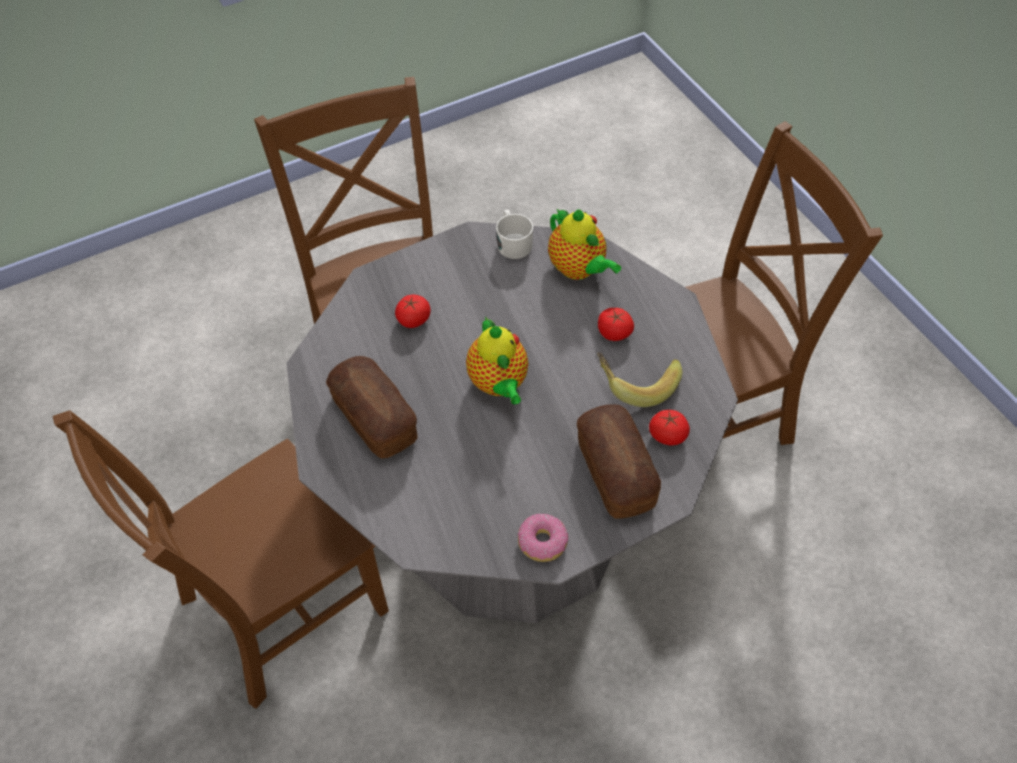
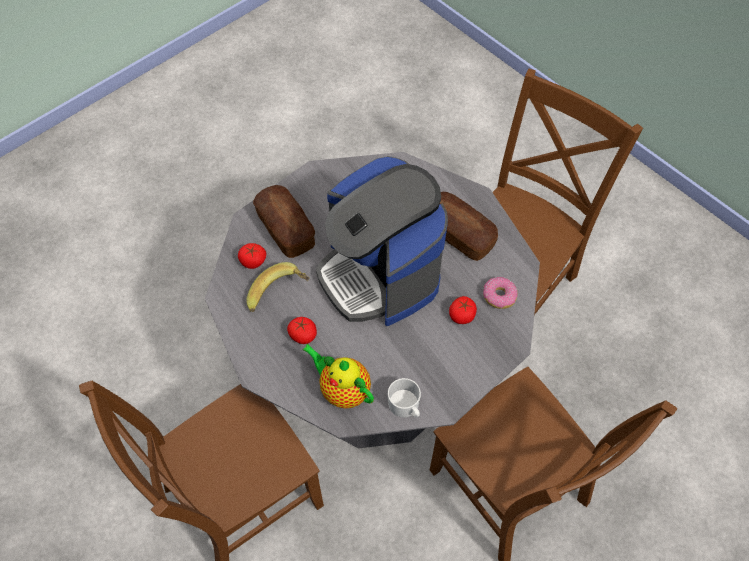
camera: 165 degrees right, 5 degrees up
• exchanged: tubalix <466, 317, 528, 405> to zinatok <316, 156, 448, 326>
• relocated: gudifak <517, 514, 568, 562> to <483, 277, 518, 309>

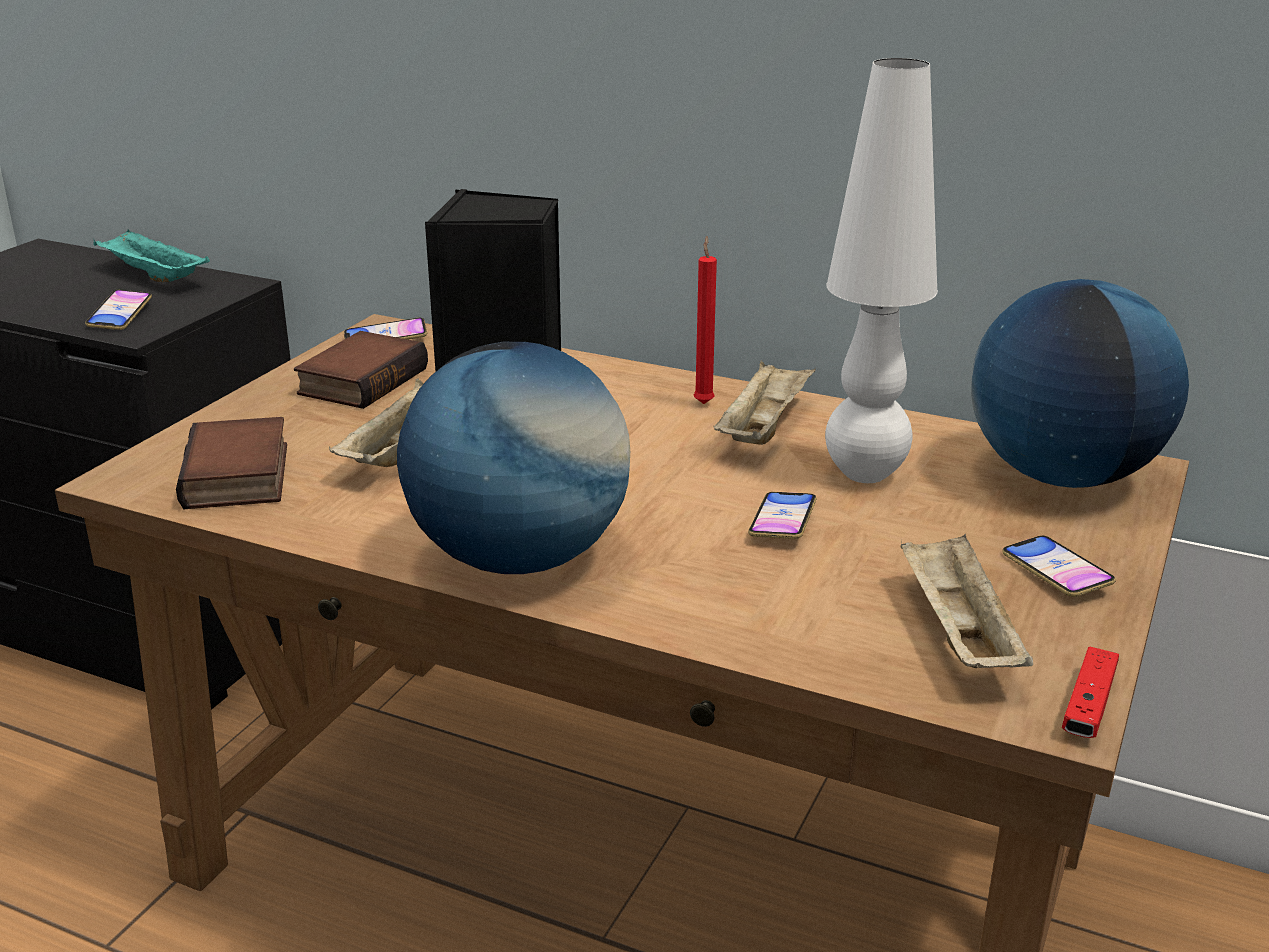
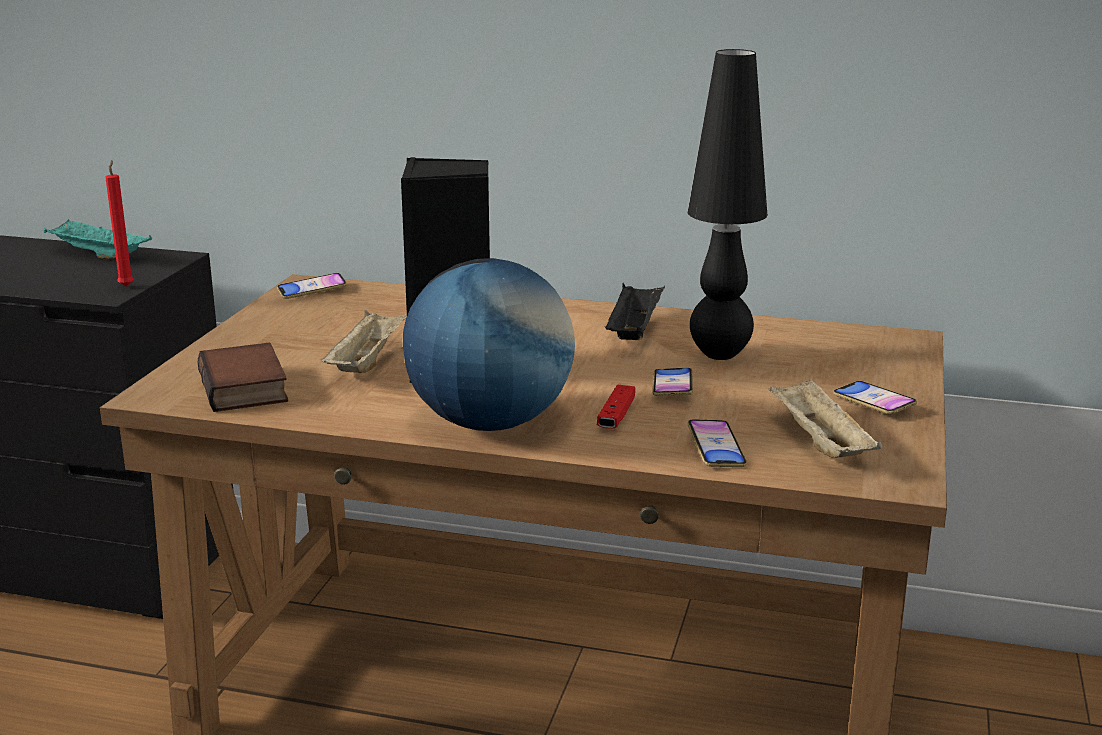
camera: 10 degrees left, 5 degrees down
• colour: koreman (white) <825, 58, 938, 483> to koreman (black) <688, 49, 768, 360>
• relocated: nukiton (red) <693, 236, 717, 404> to <105, 160, 134, 287>
• missing: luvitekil <971, 279, 1189, 488>
• relocated: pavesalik <85, 290, 152, 330> to <687, 419, 747, 467>
• missing: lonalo <294, 331, 428, 409>
• colour: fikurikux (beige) <713, 360, 816, 445> to fikurikux (black) <605, 283, 665, 340>
• relocated: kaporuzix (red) <1062, 647, 1119, 738> to <597, 385, 635, 429>

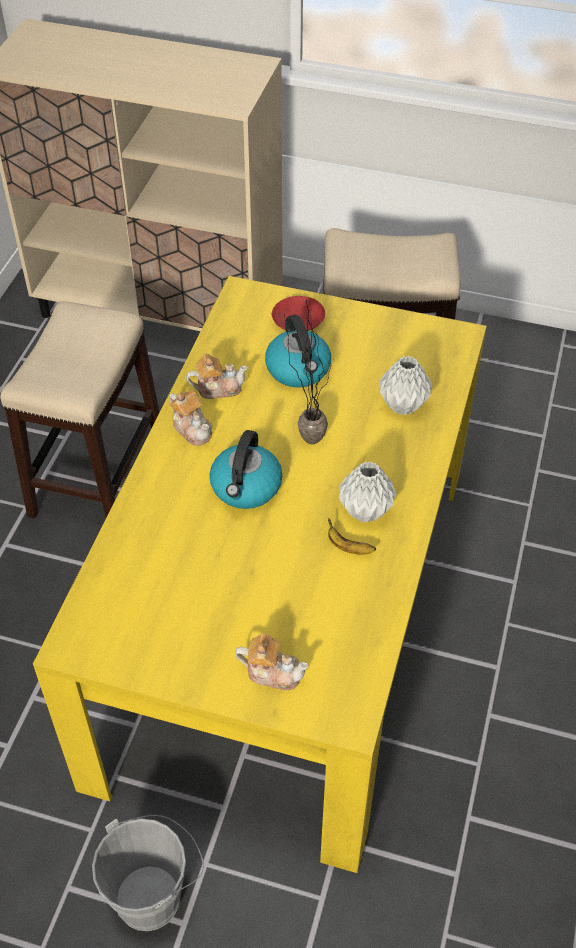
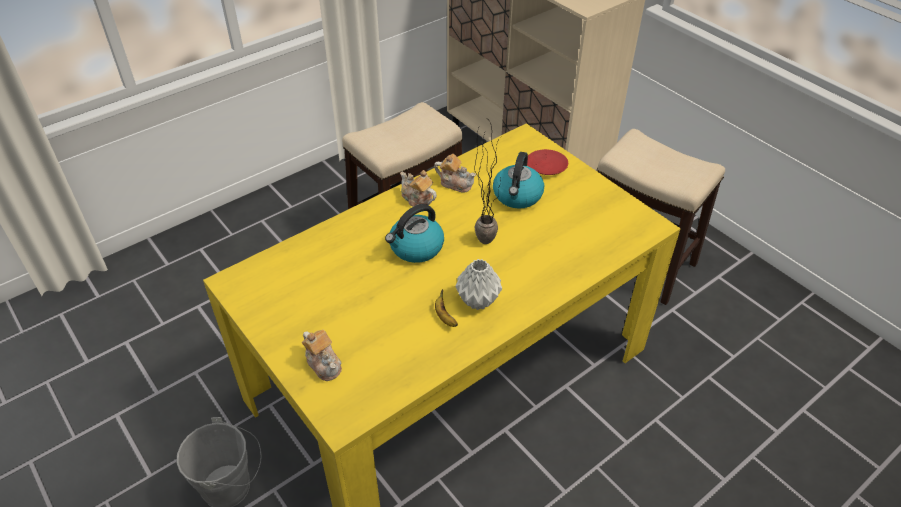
camera: 35 degrees right, 5 degrees down
• missing: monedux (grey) <379, 356, 432, 416>
• spun: tubalix <169, 390, 212, 446> = <400, 170, 437, 207> 135 degrees clockwise

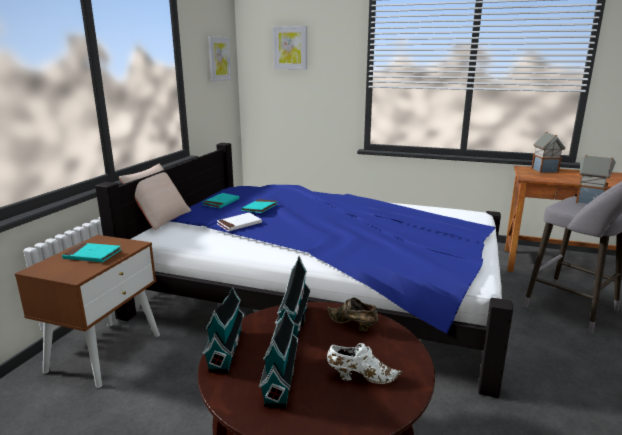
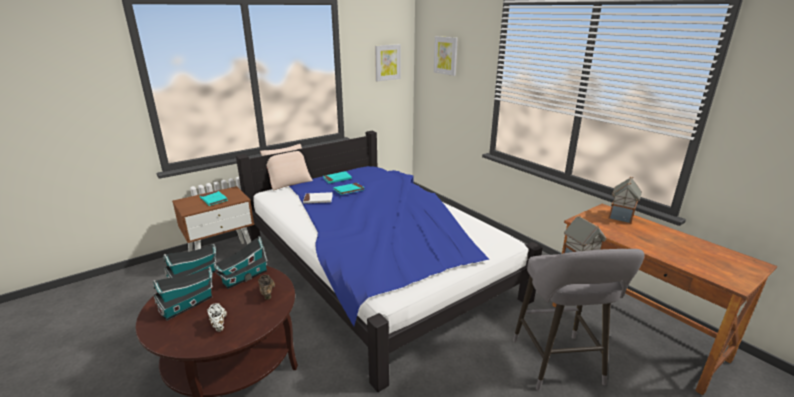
camera: 35 degrees right, 5 degrees up
• spun: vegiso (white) <327, 343, 403, 384> = <207, 303, 227, 332> 150 degrees counterclockwise

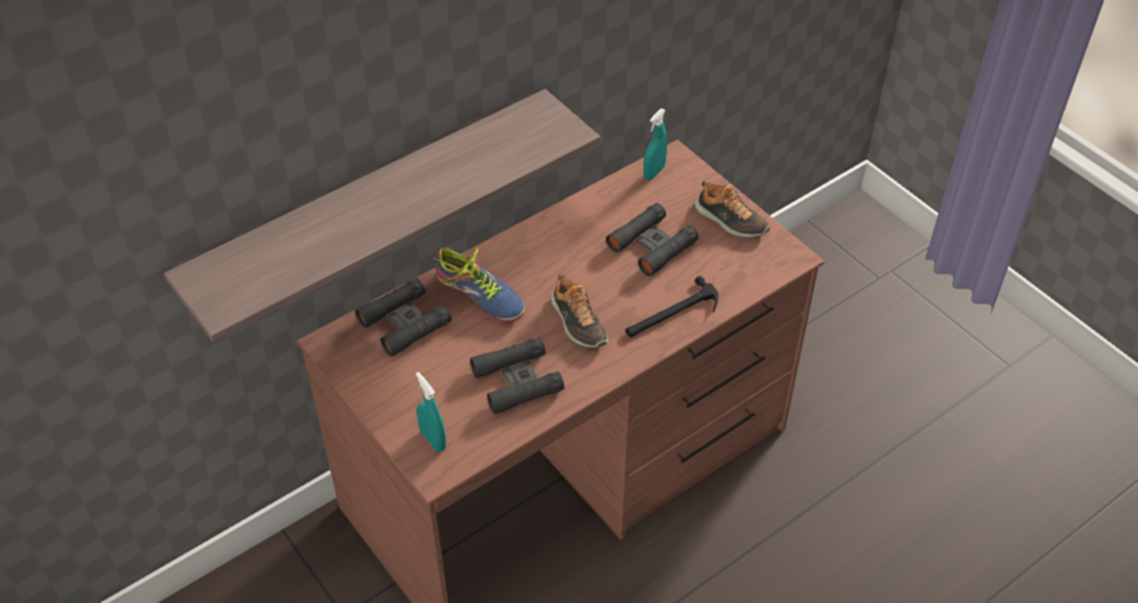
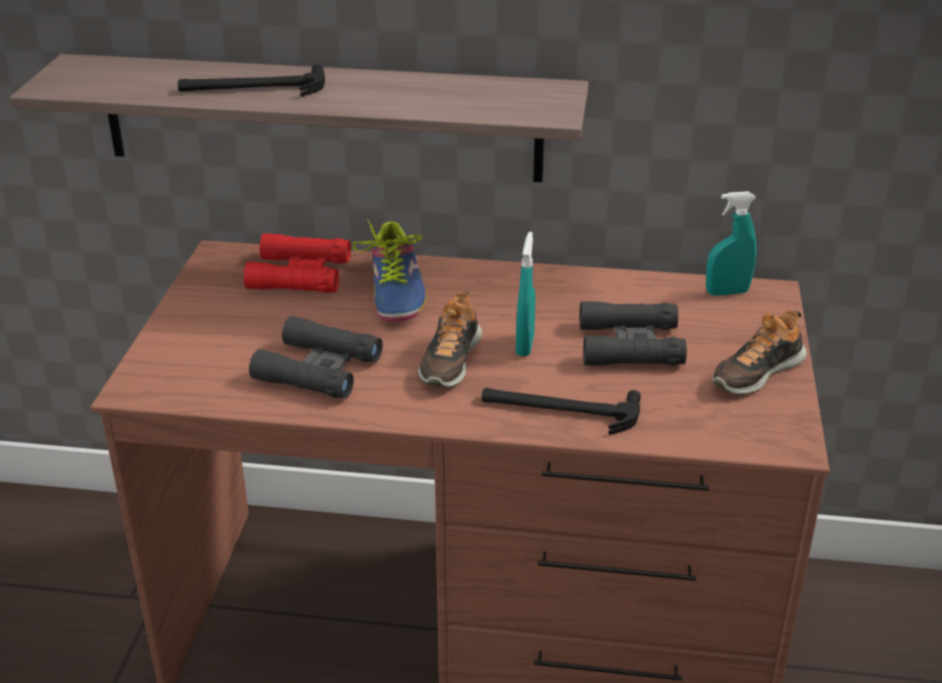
camera: 45 degrees right, 15 degrees down
• spun: vegiso <695, 181, 771, 237> = <712, 310, 807, 394> 60 degrees clockwise
• colour: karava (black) <355, 278, 452, 357> to karava (red) <244, 233, 351, 293>
• relocated: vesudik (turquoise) <416, 372, 446, 452> to <516, 232, 535, 356>
• appeared: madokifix <178, 64, 325, 97>

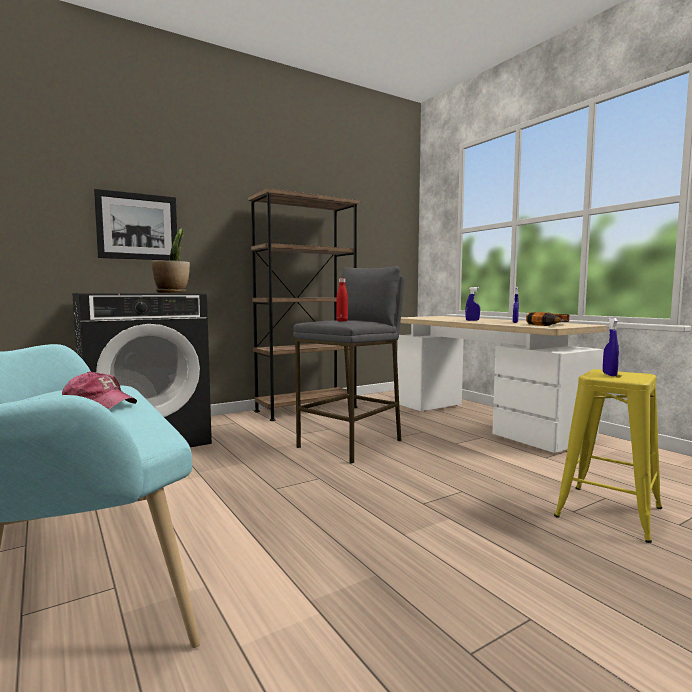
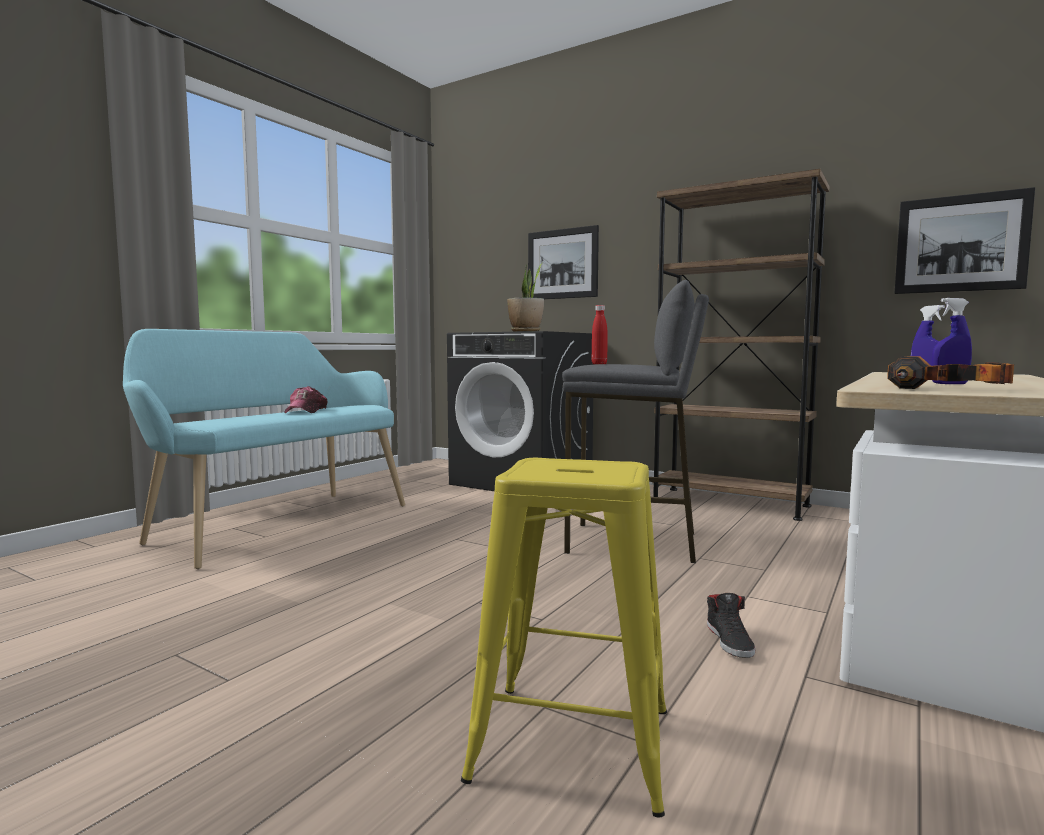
camera: 65 degrees right, 0 degrees up
• missing: vesudik (blue) <603, 317, 619, 376>
• appeared: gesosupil <895, 187, 1035, 294>
• appeared: vegiso (black) <707, 593, 755, 658>

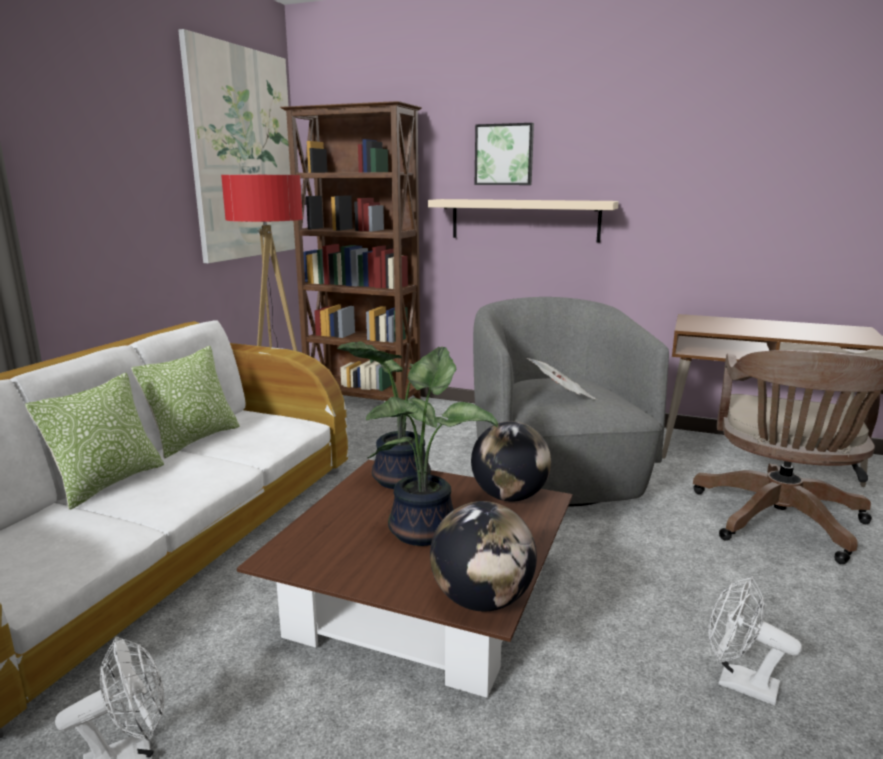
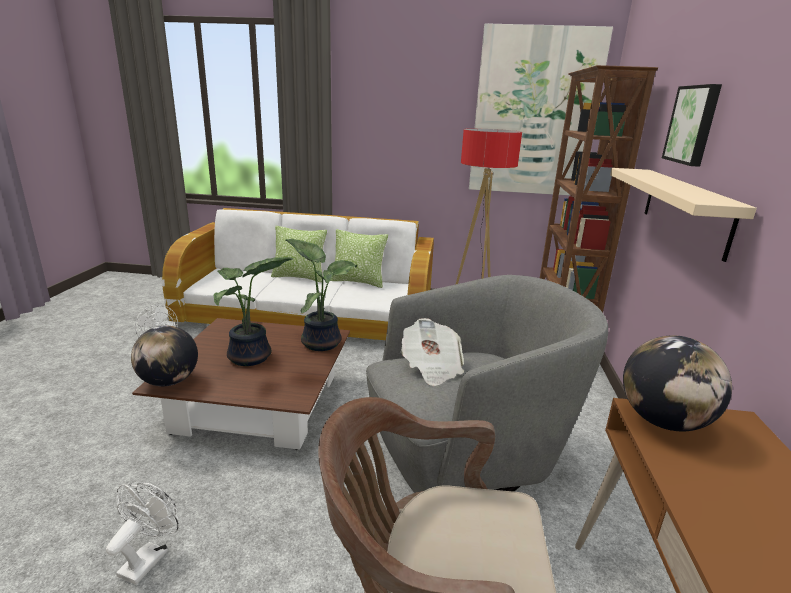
camera: 75 degrees right, 5 degrees up
• relocated: luvitekil <471, 421, 551, 502> to <623, 335, 732, 431>

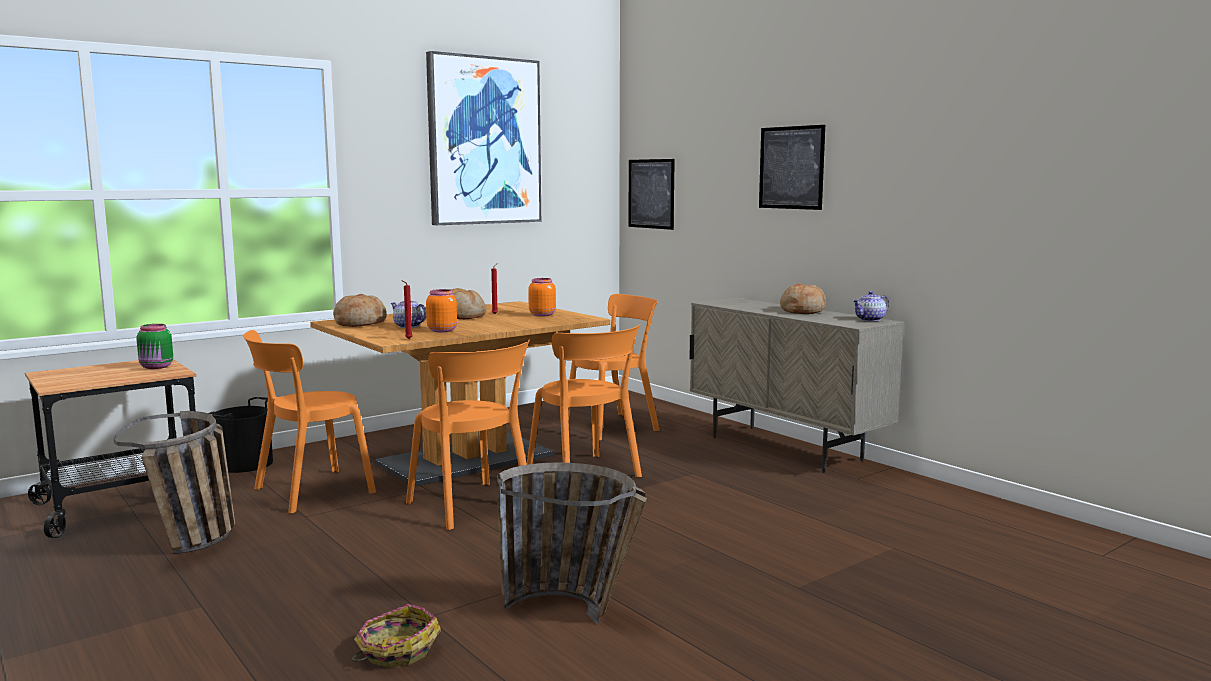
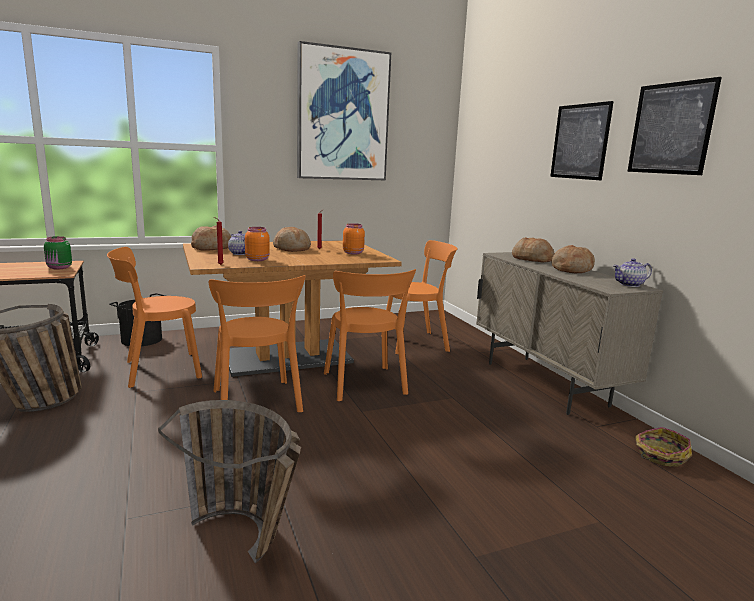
camera: 15 degrees right, 5 degrees up
• relocated: gesosupil <628, 159, 675, 230> to <627, 77, 722, 175>
• relocated: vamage <352, 604, 441, 667> to <635, 427, 692, 467>
• appeared: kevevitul <512, 237, 555, 262>

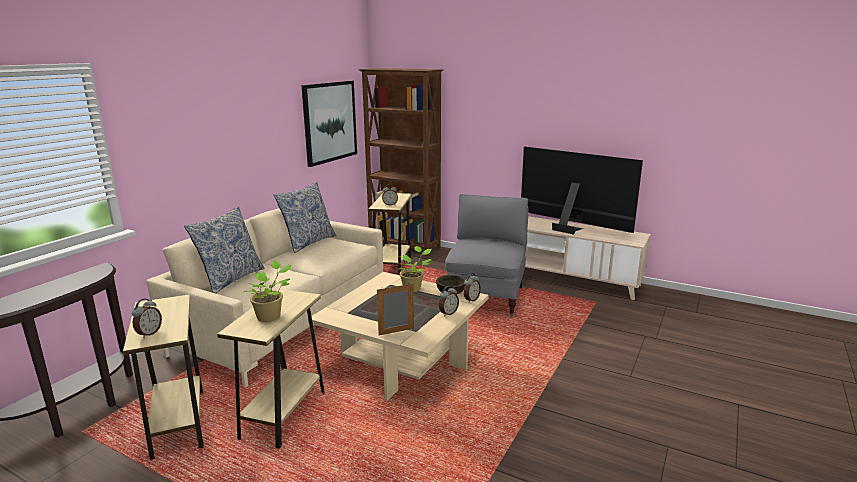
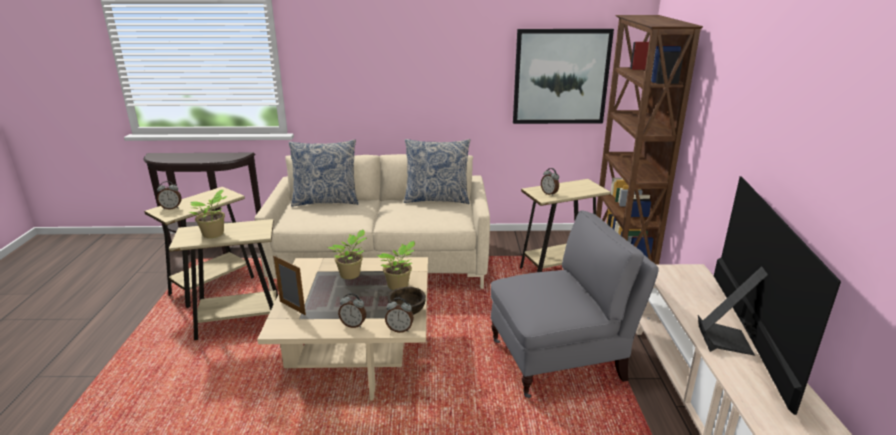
camera: 60 degrees right, 5 degrees up
• appeared: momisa <327, 230, 367, 279>

